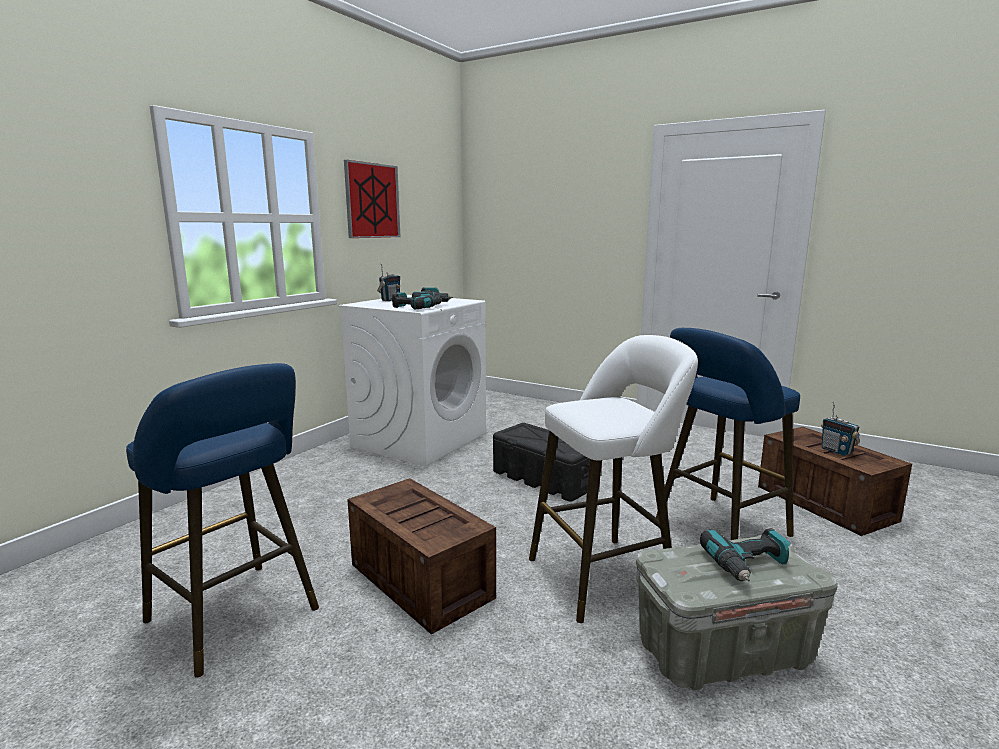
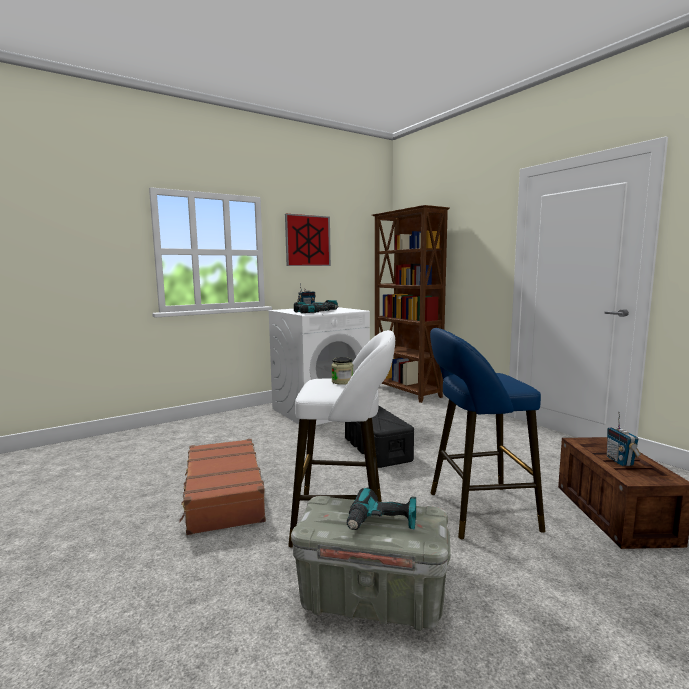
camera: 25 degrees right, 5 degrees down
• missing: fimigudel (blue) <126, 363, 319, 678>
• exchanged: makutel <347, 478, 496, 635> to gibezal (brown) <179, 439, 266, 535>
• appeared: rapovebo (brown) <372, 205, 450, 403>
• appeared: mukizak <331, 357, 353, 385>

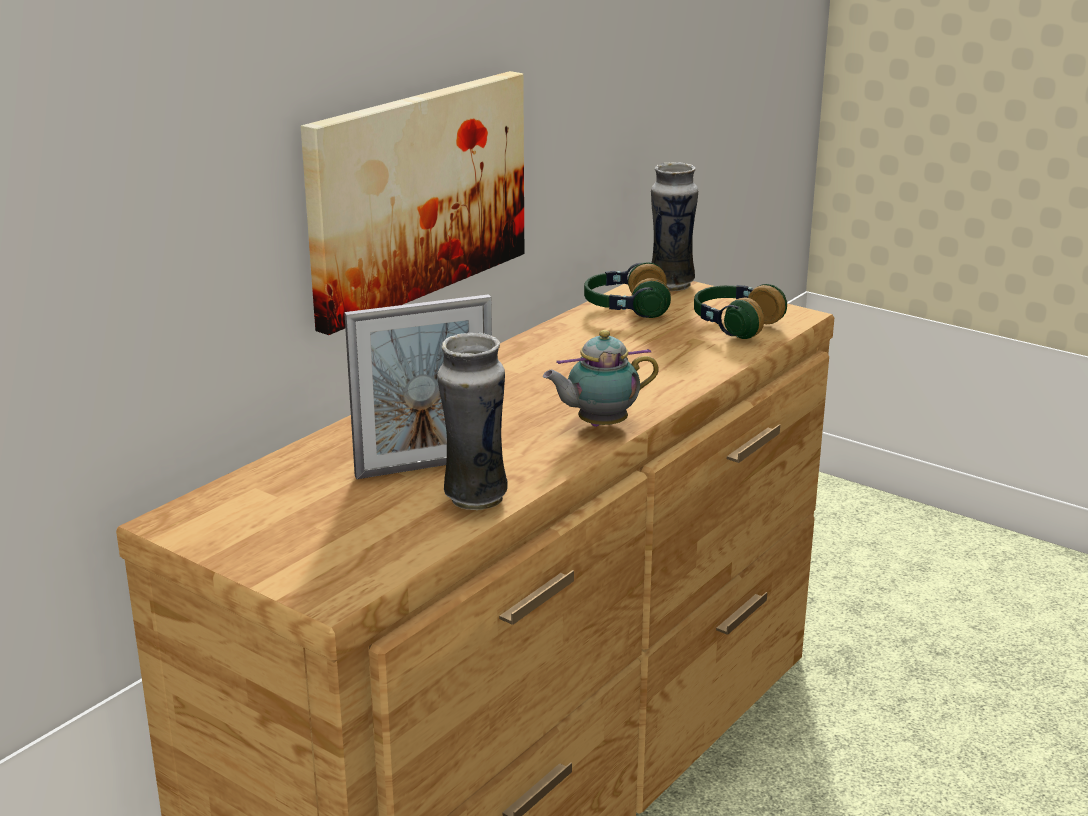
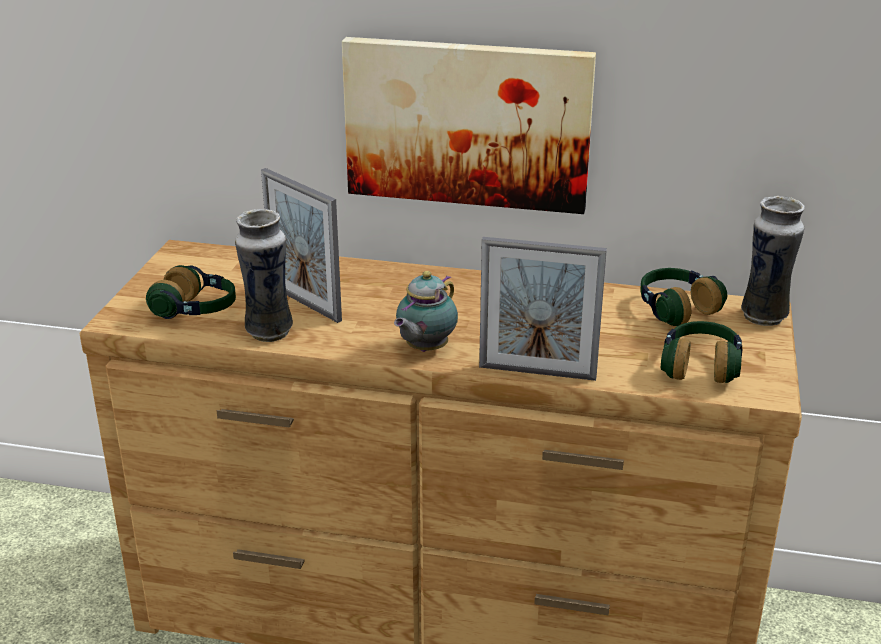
camera: 65 degrees right, 5 degrees up
• spun: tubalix <543, 330, 659, 427> = <394, 271, 458, 352> 105 degrees counterclockwise
• appeared: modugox <479, 237, 607, 381>
• appeared: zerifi <146, 265, 236, 319>

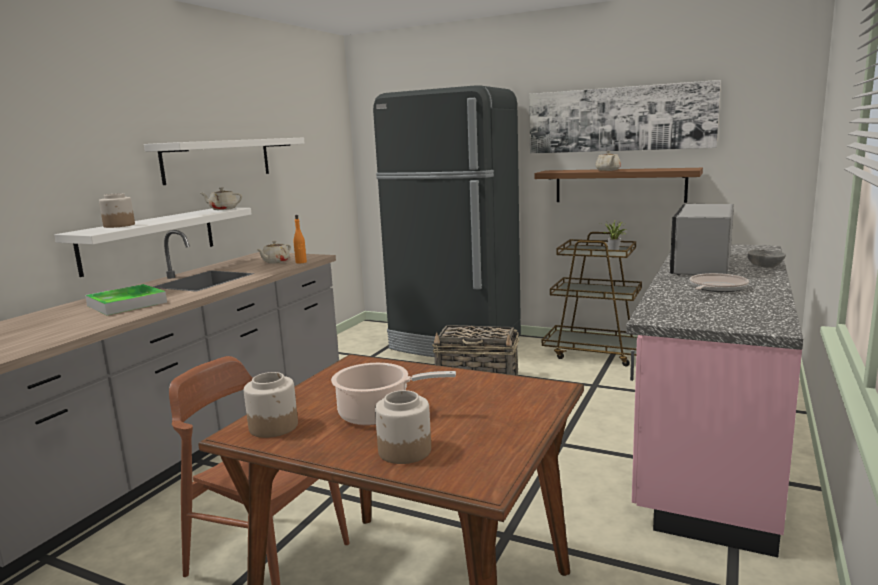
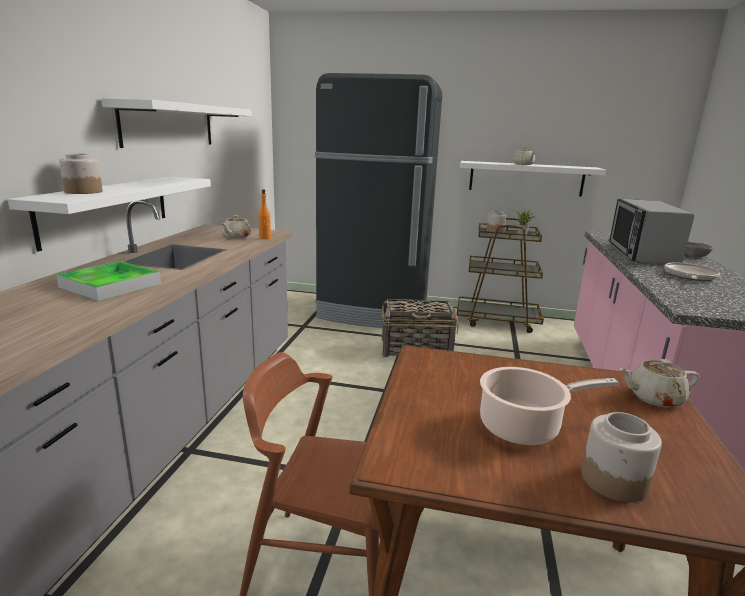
camera: 15 degrees left, 5 degrees up
• missing: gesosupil <529, 80, 721, 154>
• colour: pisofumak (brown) <534, 168, 703, 203> to pisofumak (white) <460, 161, 606, 196>
• relocated: tubalix (beige) <201, 187, 242, 210> to <620, 359, 700, 407>
• relocated: mukizak <244, 372, 298, 438> to <486, 211, 506, 233>

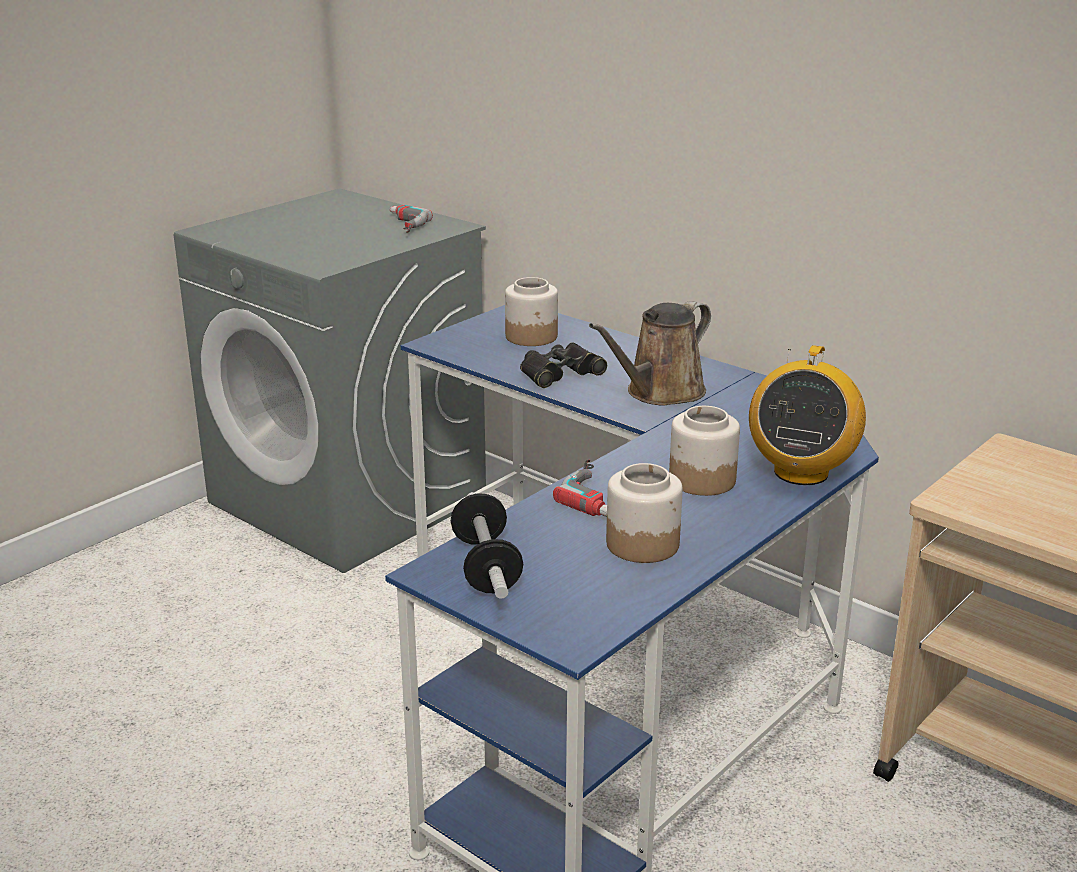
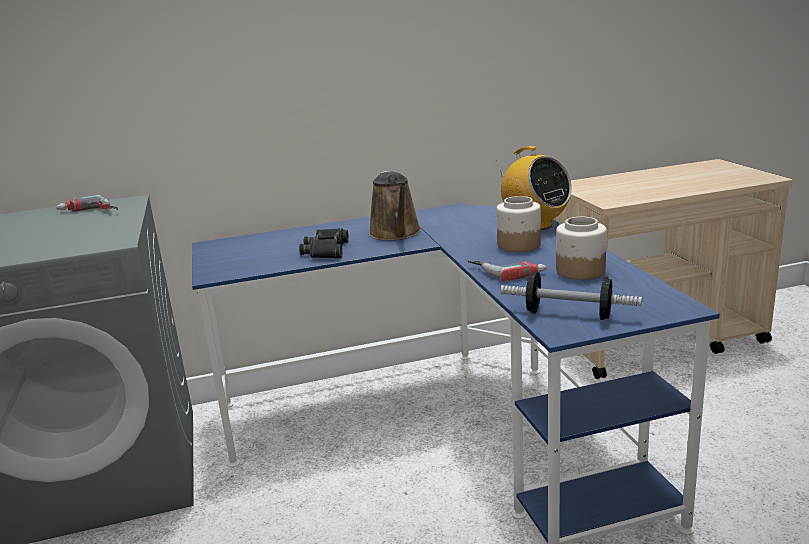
camera: 55 degrees left, 5 degrees down
• missing: mukizak <505, 277, 558, 346>

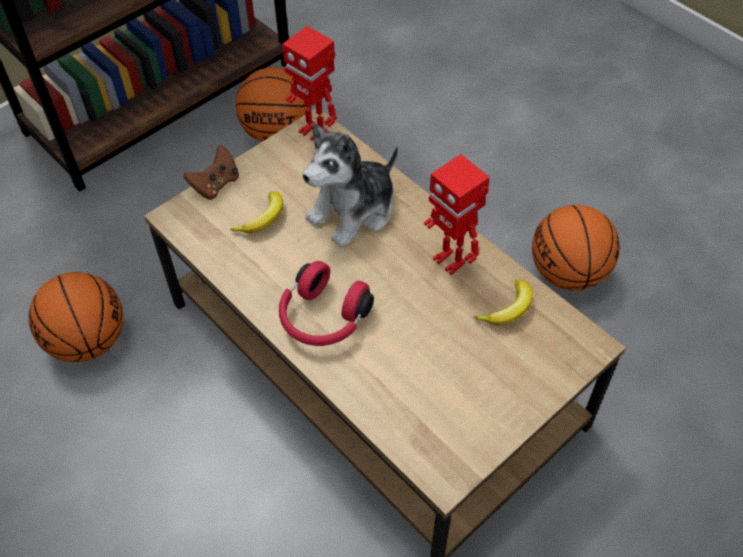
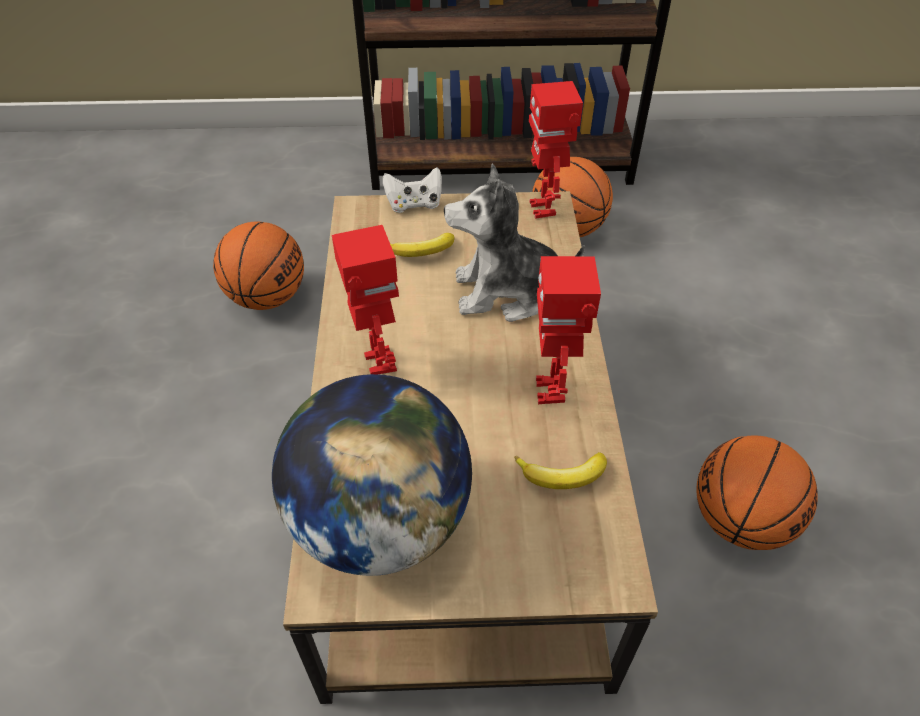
camera: 40 degrees right, 5 degrees down
• colour: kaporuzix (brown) <184, 145, 239, 200> to kaporuzix (white) <383, 168, 442, 213>
• exchanged: zerifi (red) <279, 261, 374, 346> to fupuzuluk <332, 225, 399, 374>
• appeared: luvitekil <272, 374, 472, 576>

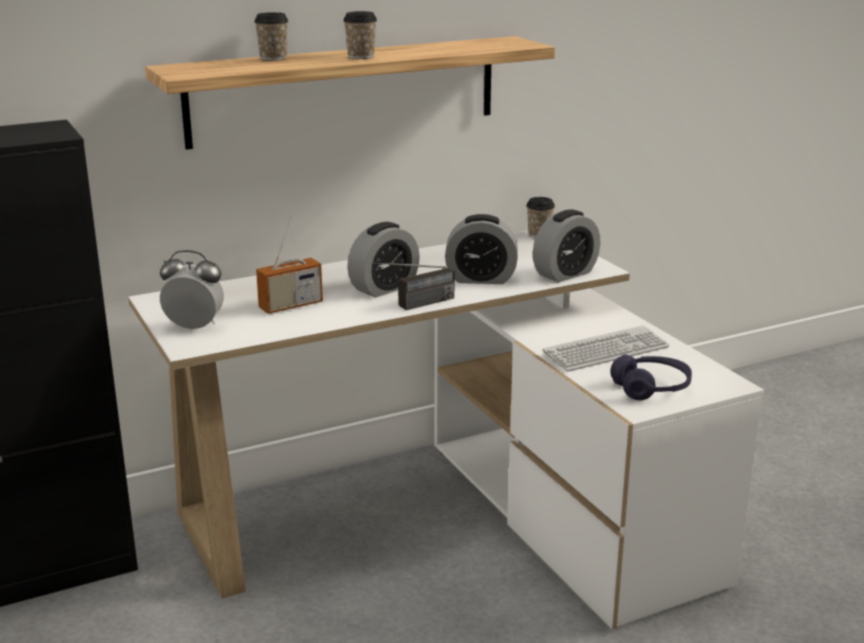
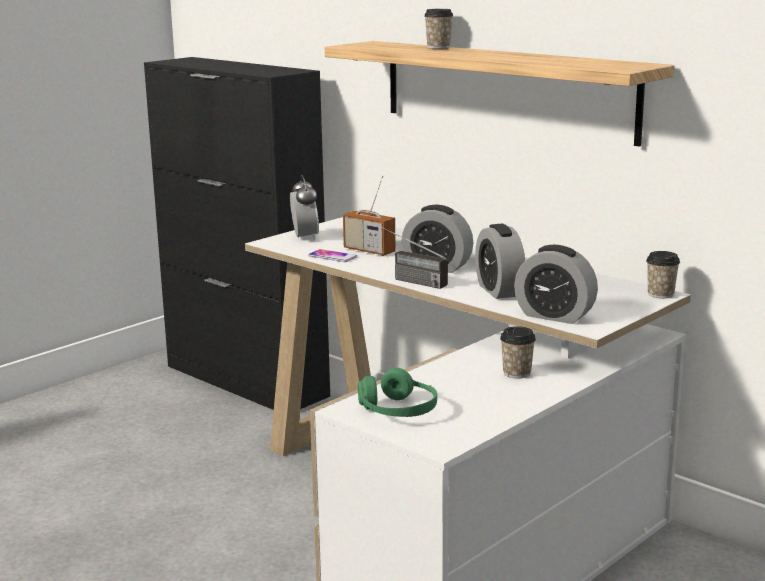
camera: 70 degrees right, 5 degrees down
• relocated: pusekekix <344, 11, 377, 59> to <500, 326, 536, 379>
• missing: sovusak <543, 326, 669, 371>
• colour: zerifi (purple) <610, 354, 692, 400> to zerifi (green) <358, 368, 437, 417>
• appeared: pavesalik <308, 249, 357, 262>

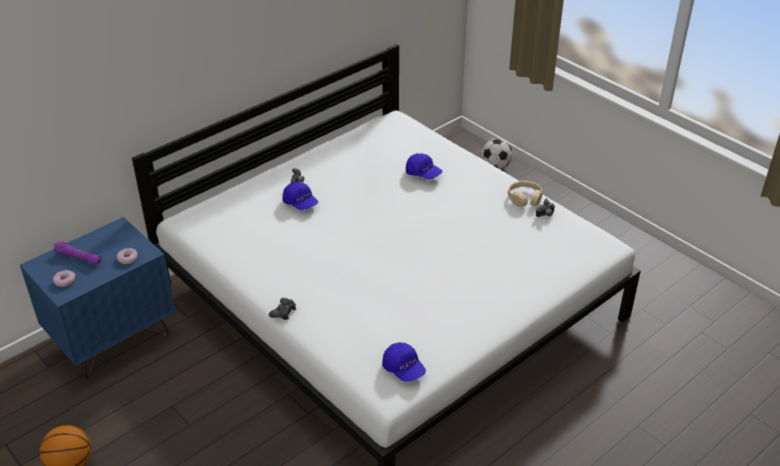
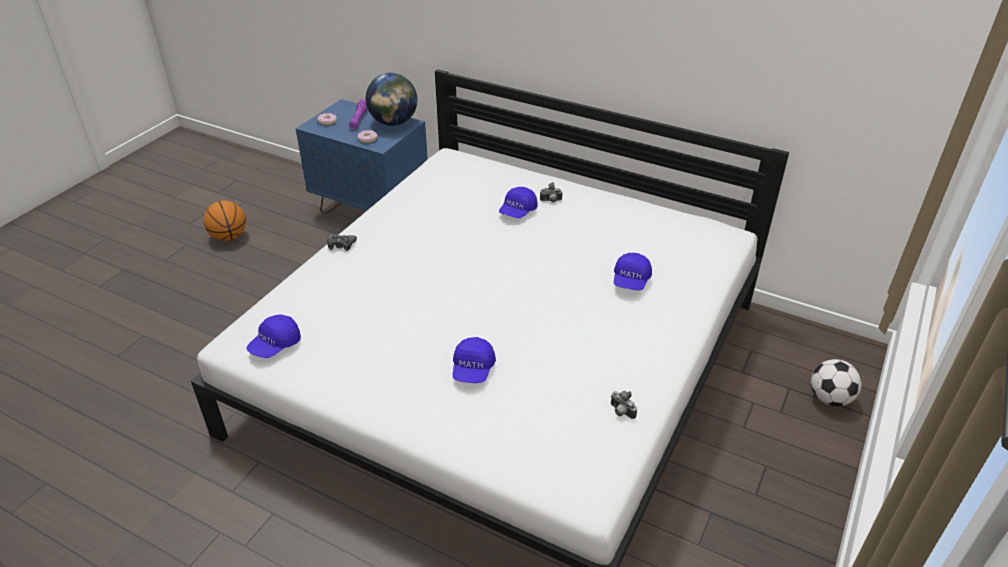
camera: 70 degrees right, 0 degrees up
• missing: zerifi (beige) <508, 181, 542, 207>
• appeared: luvitekil <366, 73, 417, 126>
• appeared: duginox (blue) <453, 337, 496, 383>

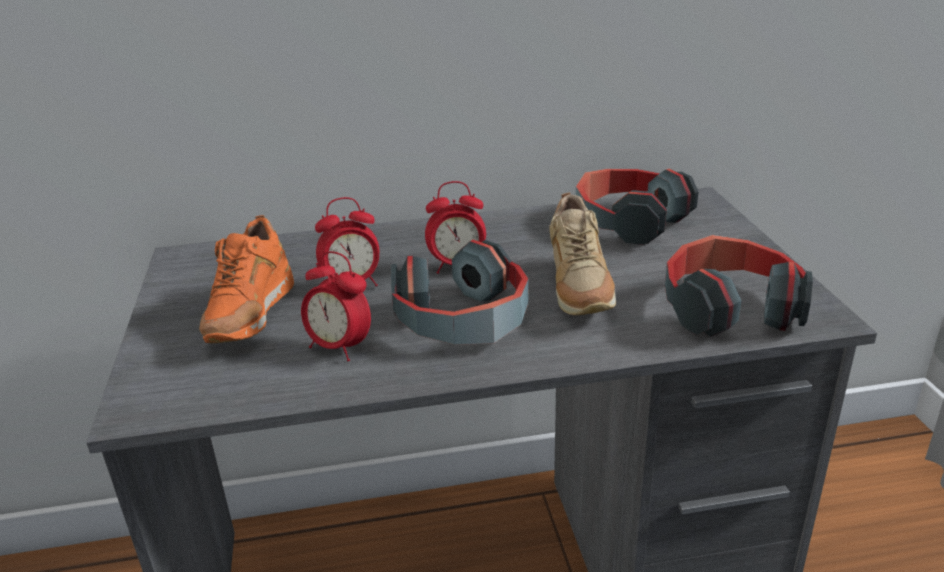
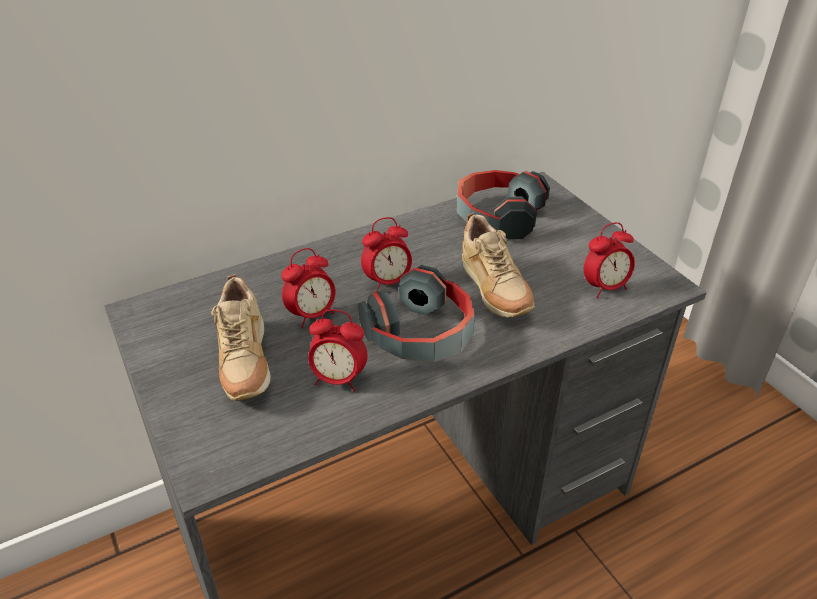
camera: 20 degrees left, 10 degrees up
• colour: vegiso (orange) <199, 215, 294, 343> to vegiso (beige) <211, 274, 271, 401>
• exchanged: zerifi <665, 235, 813, 337> to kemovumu <584, 222, 635, 298>

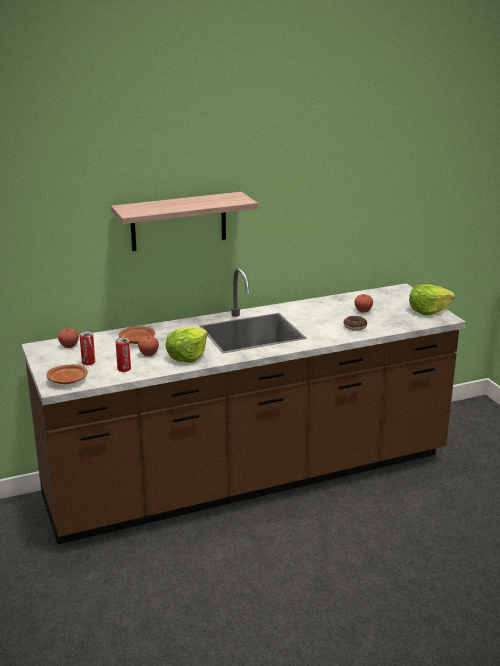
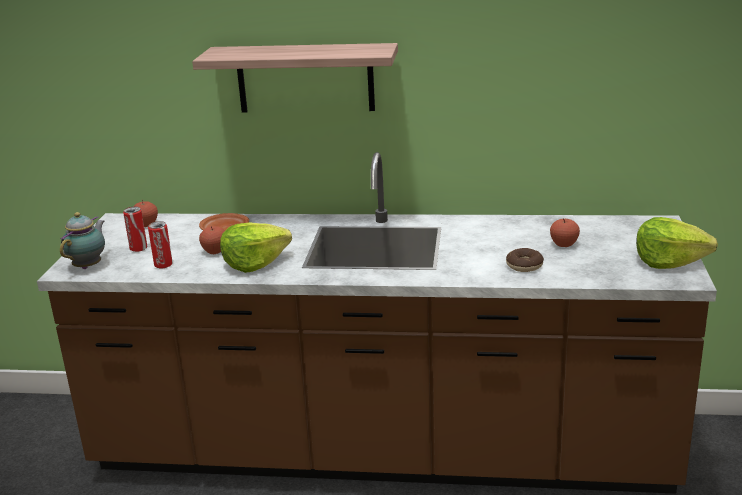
camera: 30 degrees right, 0 degrees up
• exchanged: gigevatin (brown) <46, 365, 88, 384> to tubalix <60, 212, 105, 269>

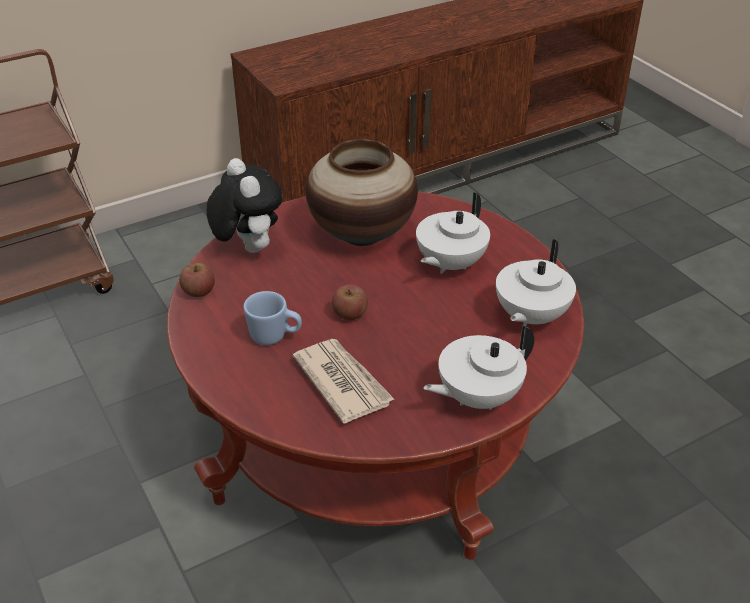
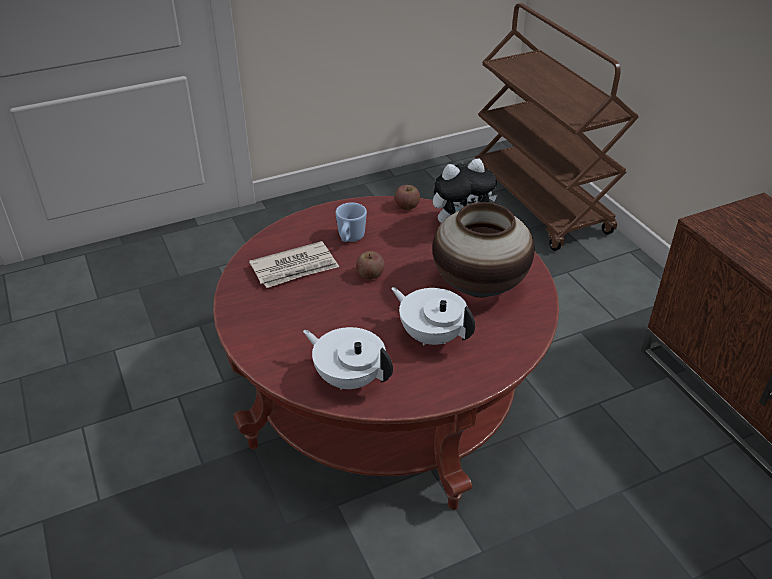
camera: 95 degrees right, 0 degrees up
• missing: tubalix (white) <423, 325, 534, 410>

